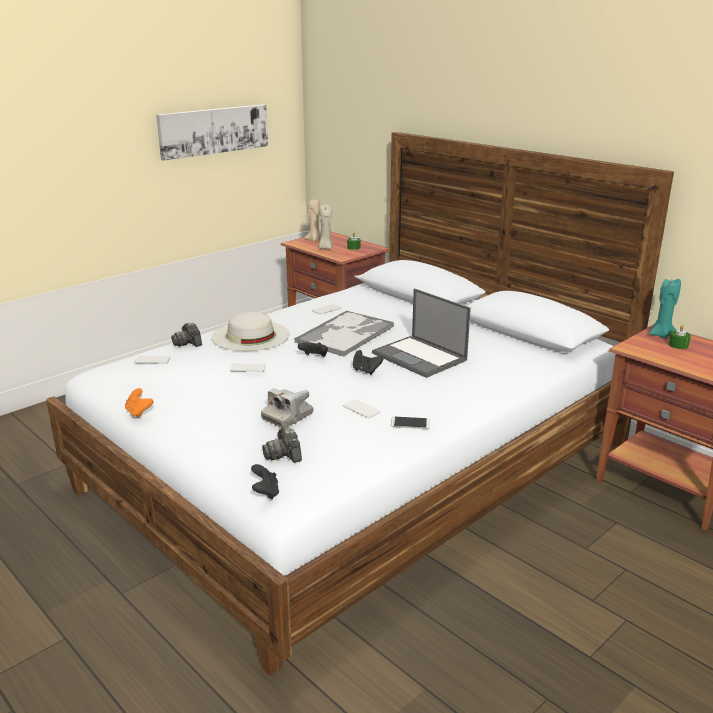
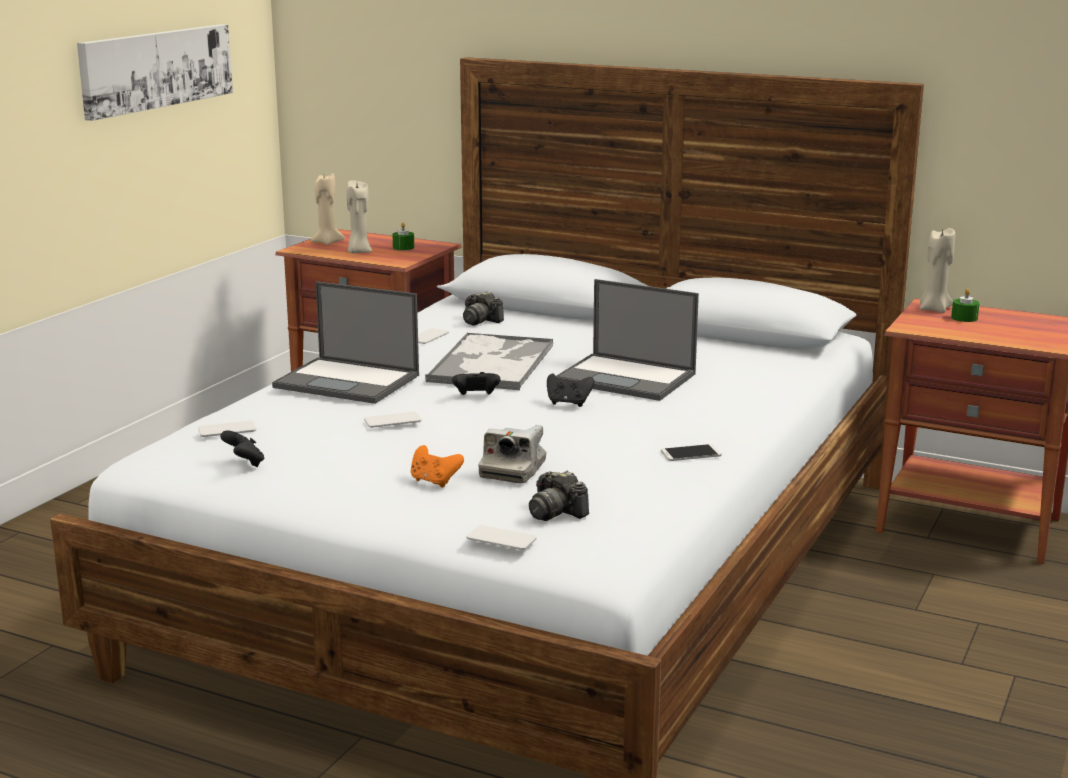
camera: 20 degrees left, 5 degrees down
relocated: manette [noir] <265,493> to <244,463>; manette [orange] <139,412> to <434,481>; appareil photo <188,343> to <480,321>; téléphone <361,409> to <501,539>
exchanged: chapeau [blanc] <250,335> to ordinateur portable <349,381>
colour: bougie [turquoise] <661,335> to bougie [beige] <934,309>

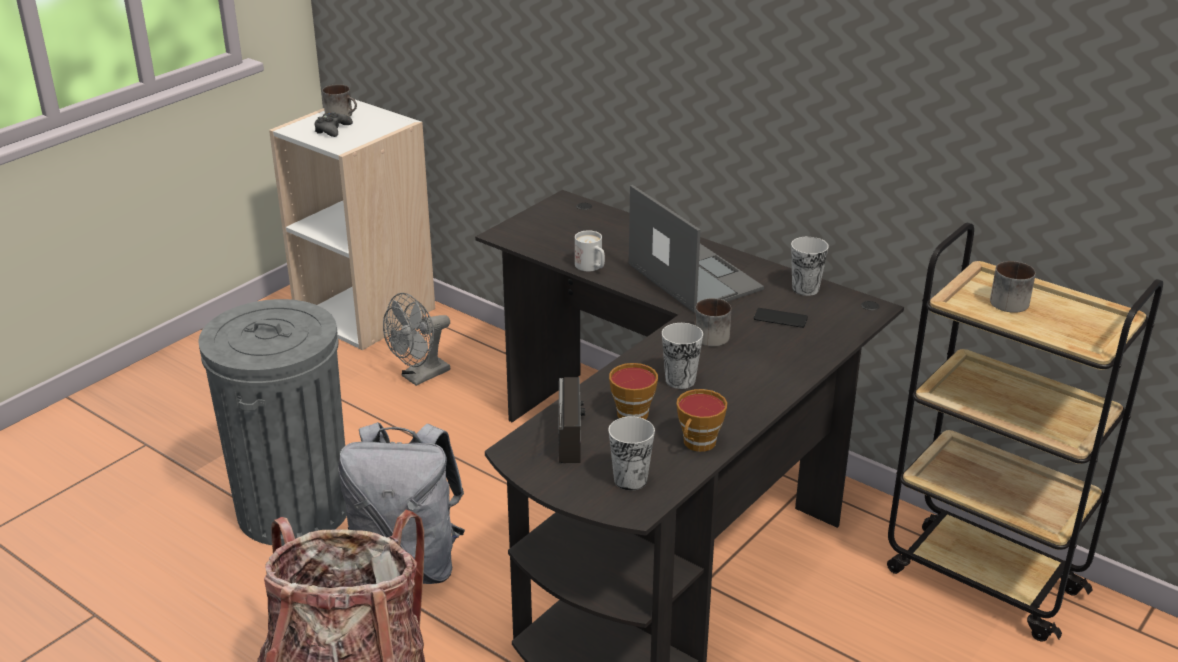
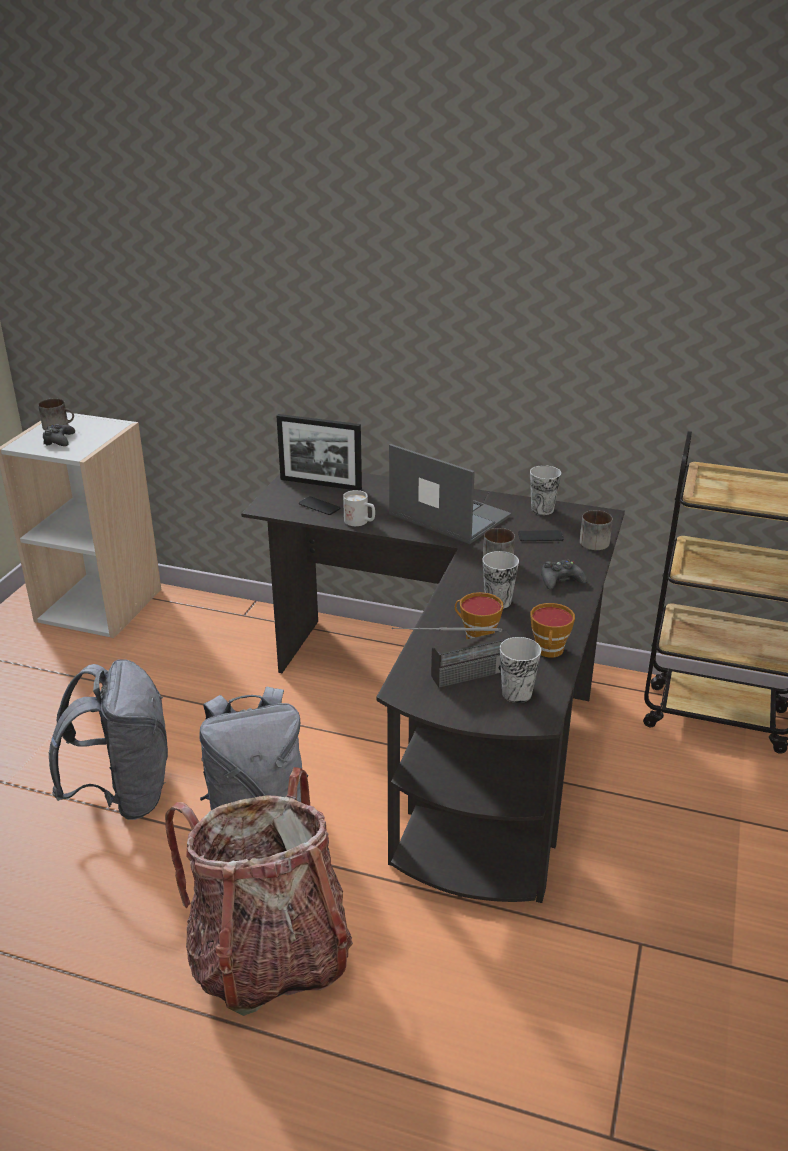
camera: 20 degrees left, 0 degrees up
missing: ventilateur [gris] <420,377>
appeared: cadre photo <320,484>; téléphone <319,506>; manette [noir] <560,580>
relocated: mug <1008,300> to <592,541>
exchanged: poubelle [gris] <293,509> to sac à dos [gris] <124,794>
spun: radio <572,451> = <452,680> 90 degrees clockwise

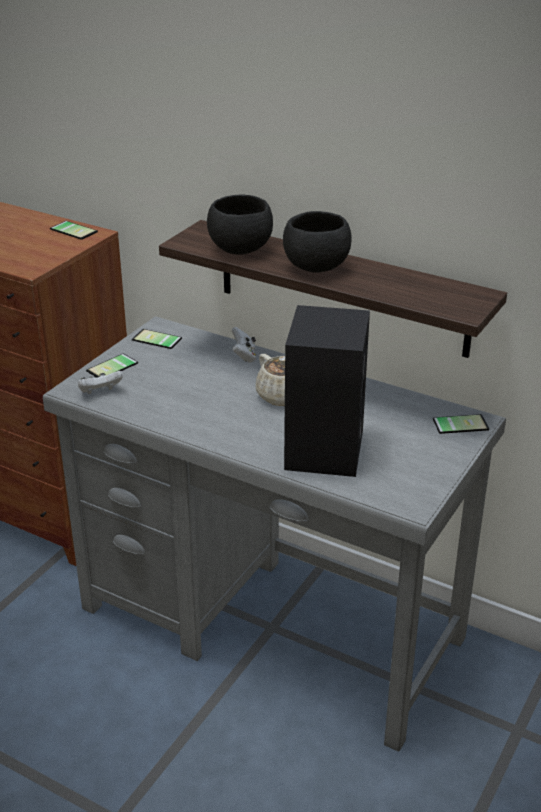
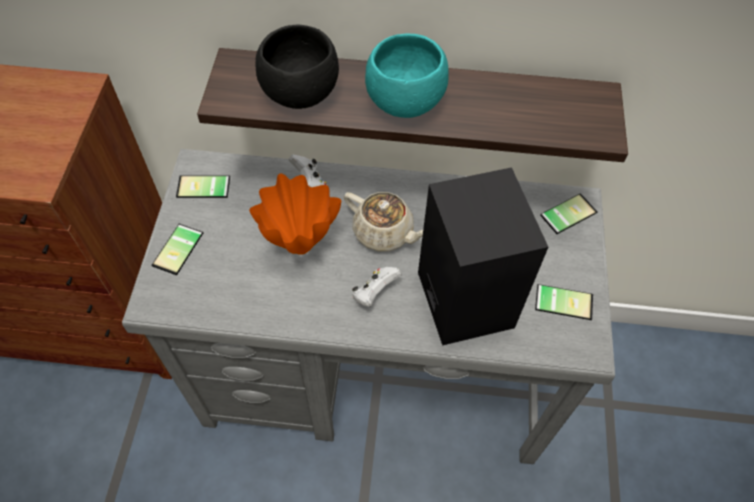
camera: 25 degrees left, 25 degrees up
appeared: vase [orange] <299,247>
relocated: manette [blanc] <100,392> to <374,293>; téléphone <75,229> to <564,299>
colour: bol [noir] <316,268> to bol [turquoise] <404,102>

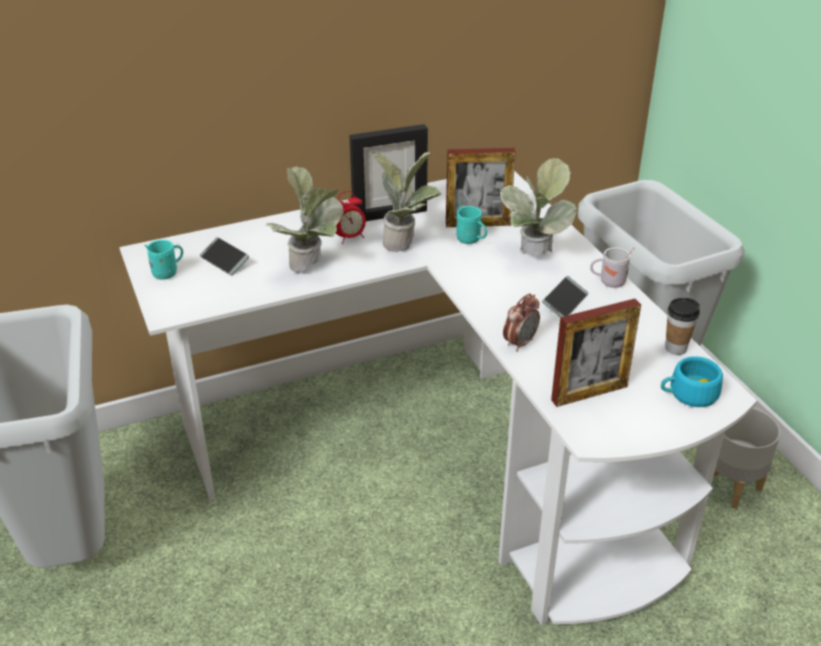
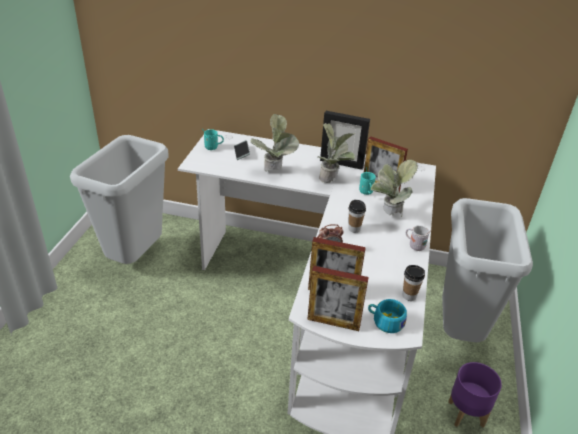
camera: 35 degrees right, 0 degrees up
missing: réveil <349,237>; téléphone <564,302>
appeared: cadre photo <333,322>; tasse <354,229>
colour: cache-pot [gris] <732,486> to cache-pot [violet] <466,413>

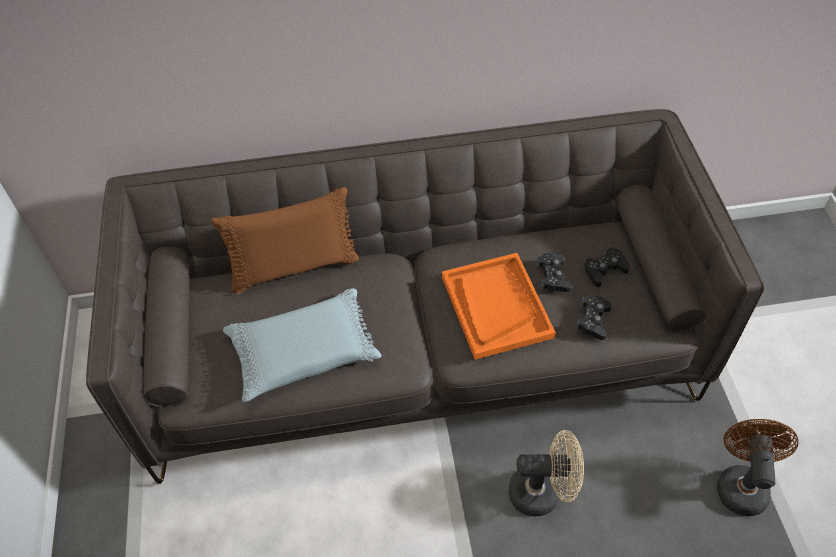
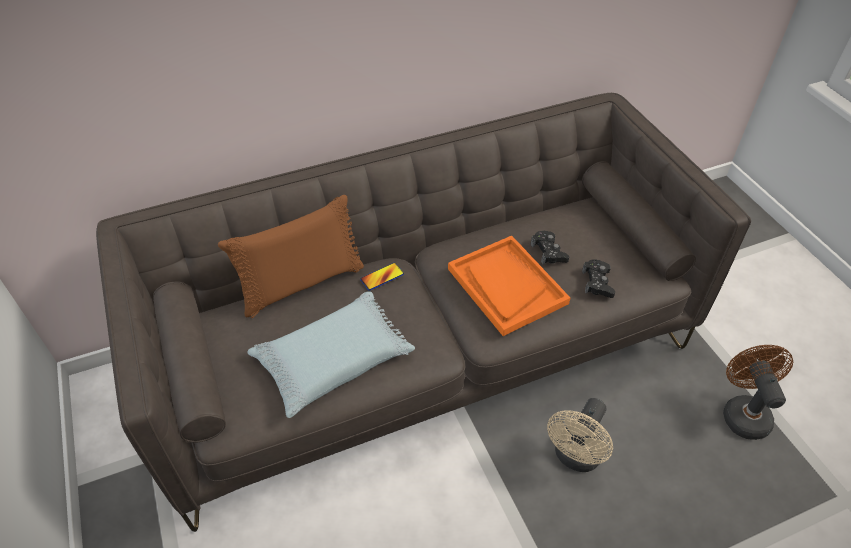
camera: 15 degrees left, 5 degrees down
missing: manette [noir] <604,270>
appeared: téléphone <382,277>
spun: ventilateur [beige] <542,492> = <575,457> 135 degrees clockwise

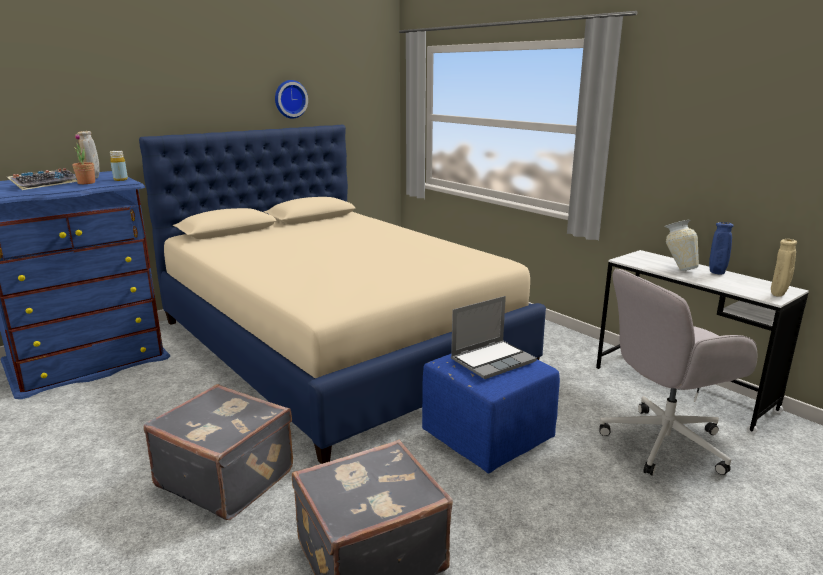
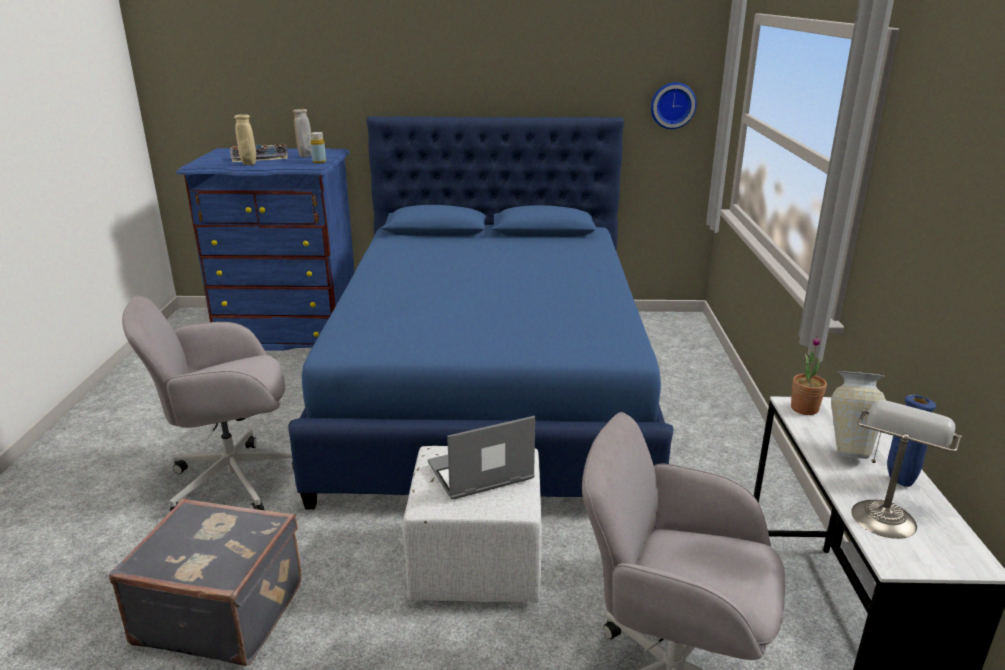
camera: 40 degrees right, 5 degrees up
appeared: lampe de table [blanc] <884,511>
relocated: vase [beige] <778,295> to <249,164>; horloge murale <290,99> to <672,105>; plante en pot <86,183> to <804,408>
exchanged: valise [gris] <227,477> to chaise de bureau [gris] <232,481>
colour: lit [beige] <336,344> to lit [bleu] <490,389>; pouf [bleu] <488,437> to pouf [blanc] <478,563>
spun: ordinateur portable <493,360> = <479,473> 150 degrees clockwise

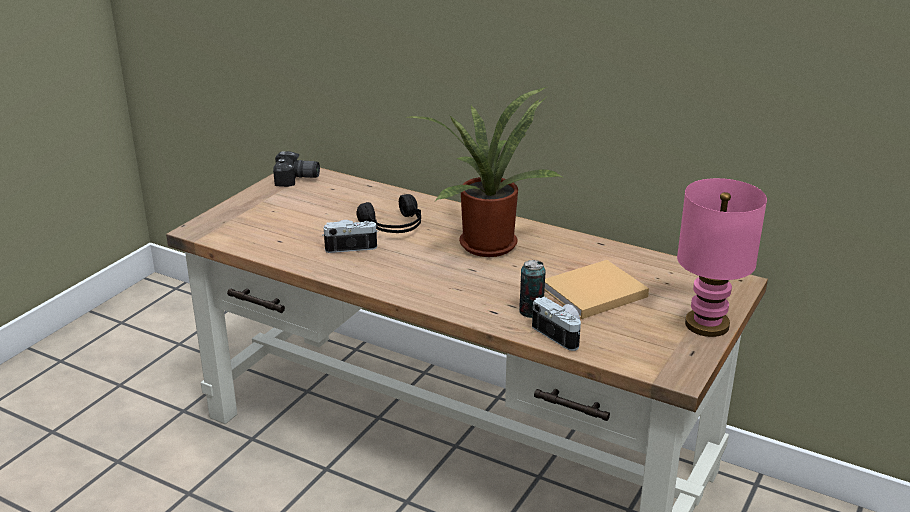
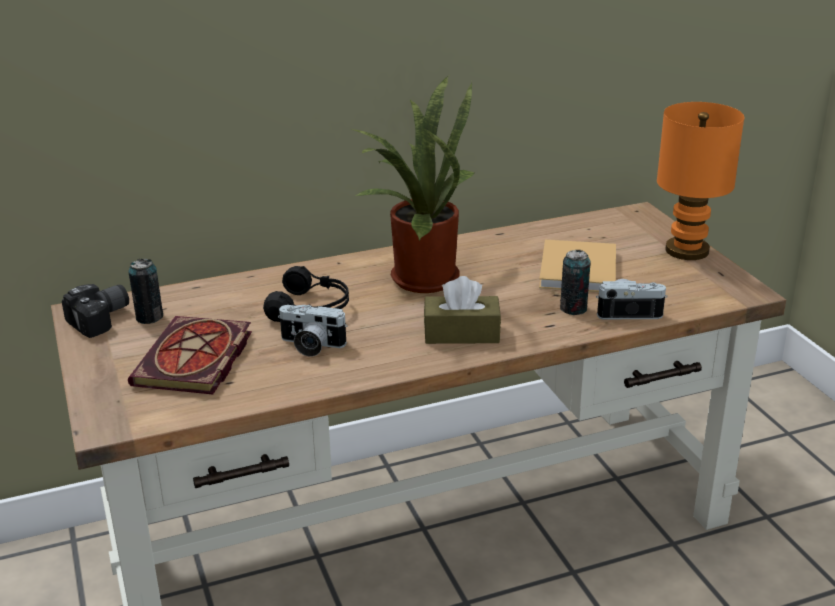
camera: 50 degrees left, 0 degrees up
appeared: boîte métallique <149,317>; livre <195,361>; boîte à mouchoirs [marron] <461,333>
colour: lampe de table [rose] <708,324> to lampe de table [orange] <687,250>
spun: appareil photo <350,245> = <310,346> 105 degrees counterclockwise

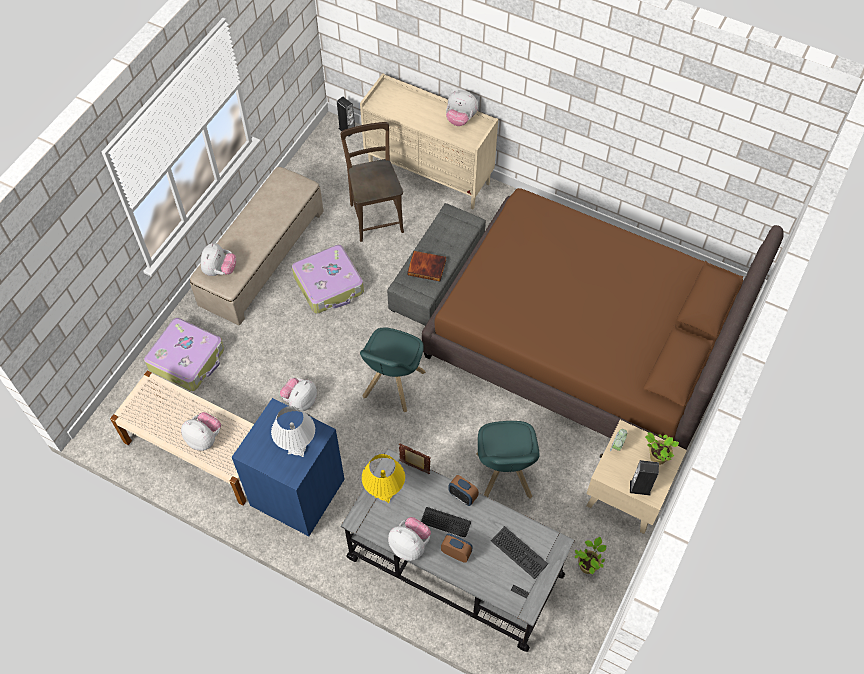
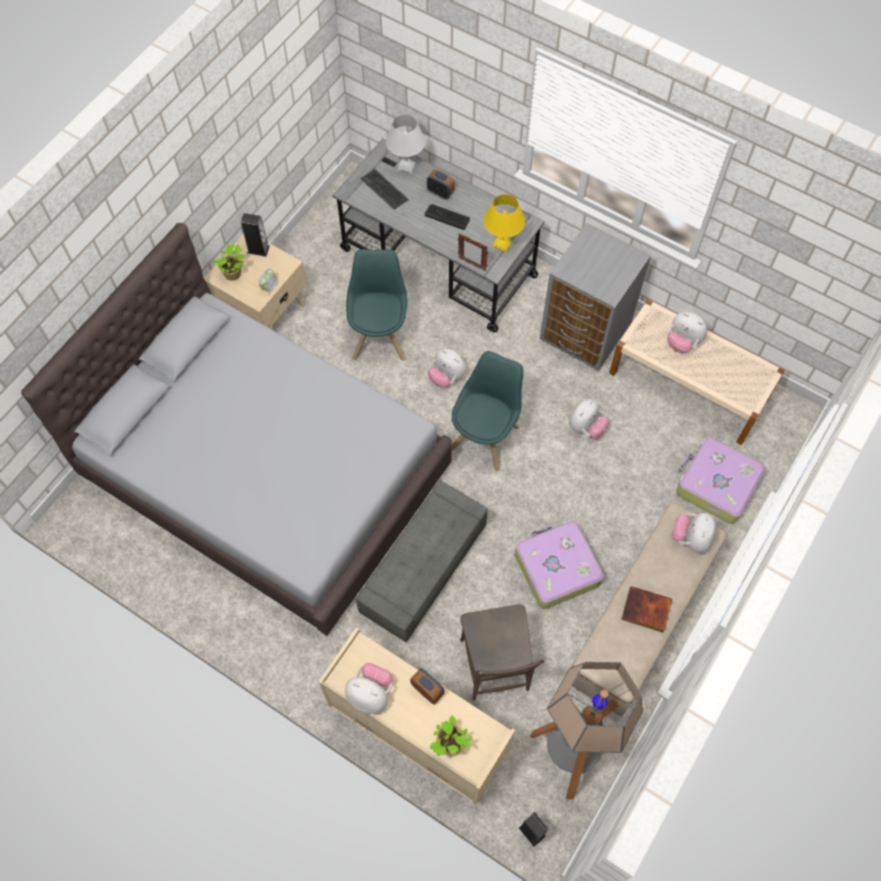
camera: 175 degrees left, 5 degrees up
appeared: lampadaire <568,755>
relocated: lampe de table [blanc] <297,448> to <406,166>; réveil <462,496> to <427,690>; peluche <410,545> to <446,377>; plante en pot <588,565> to <450,745>; livre <427,267> to <645,611>
colour: lit [marron] <583,341> to lit [gris] <265,470>; commode [bleu] <298,494> to commode [gris] <584,335>

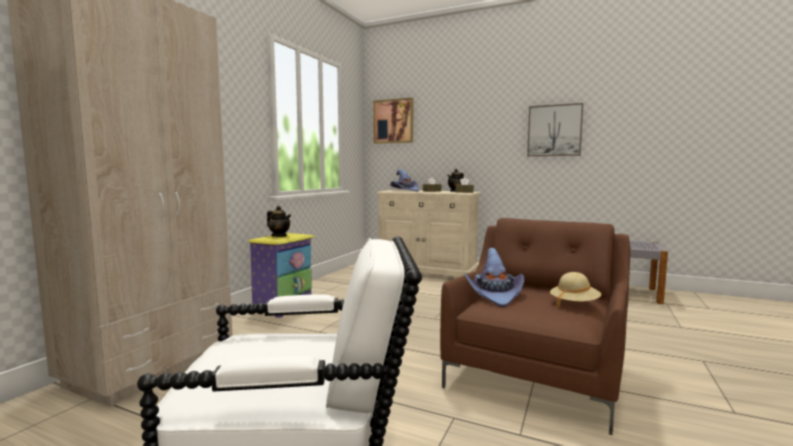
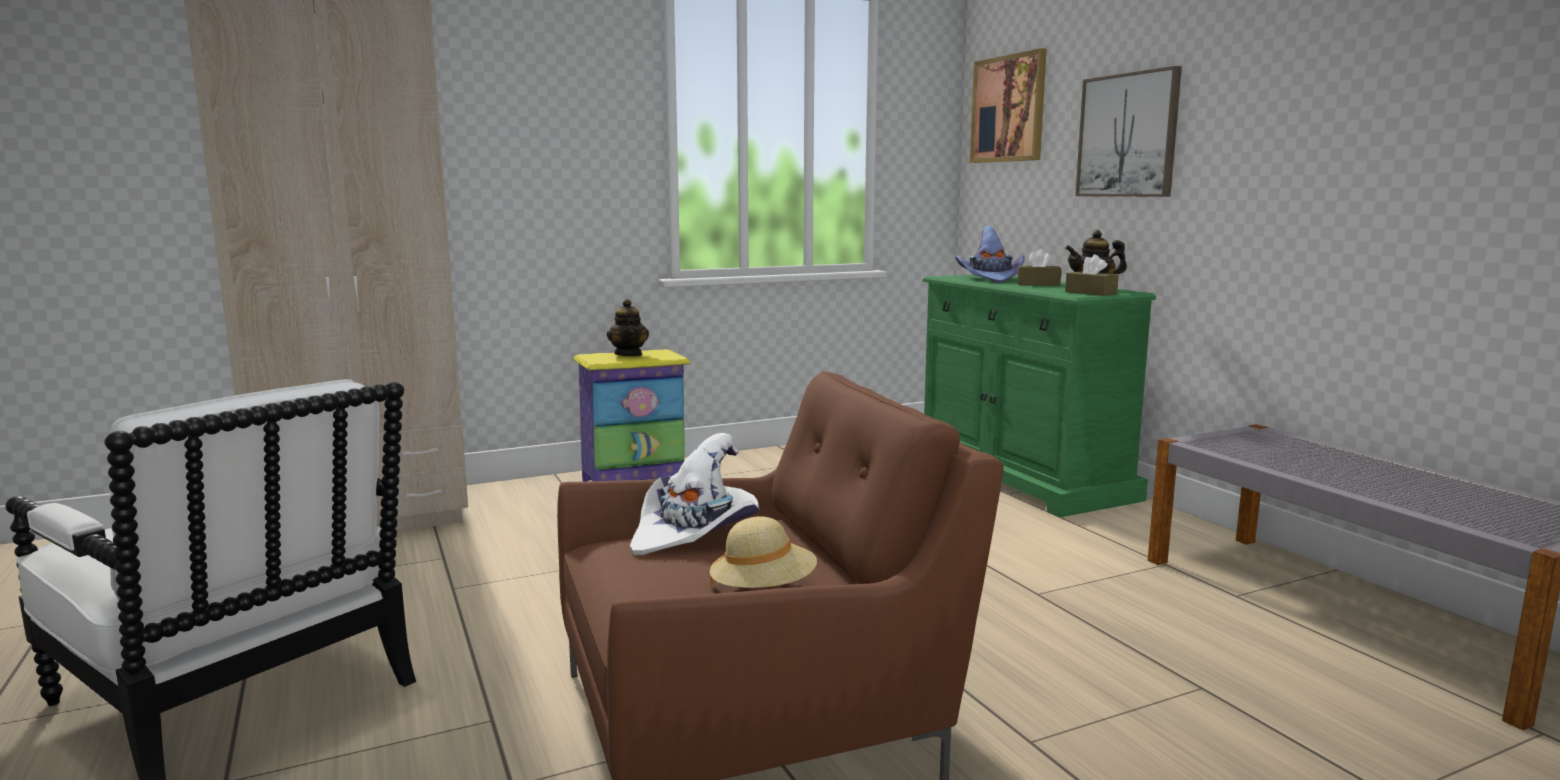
camera: 40 degrees right, 5 degrees up
relocated: tableau <554,130> to <1128,135>
colour: chapeau [violet] <494,295> to chapeau [blanc] <695,532>; commode [beige] <428,271> to commode [vert] <1021,474>

